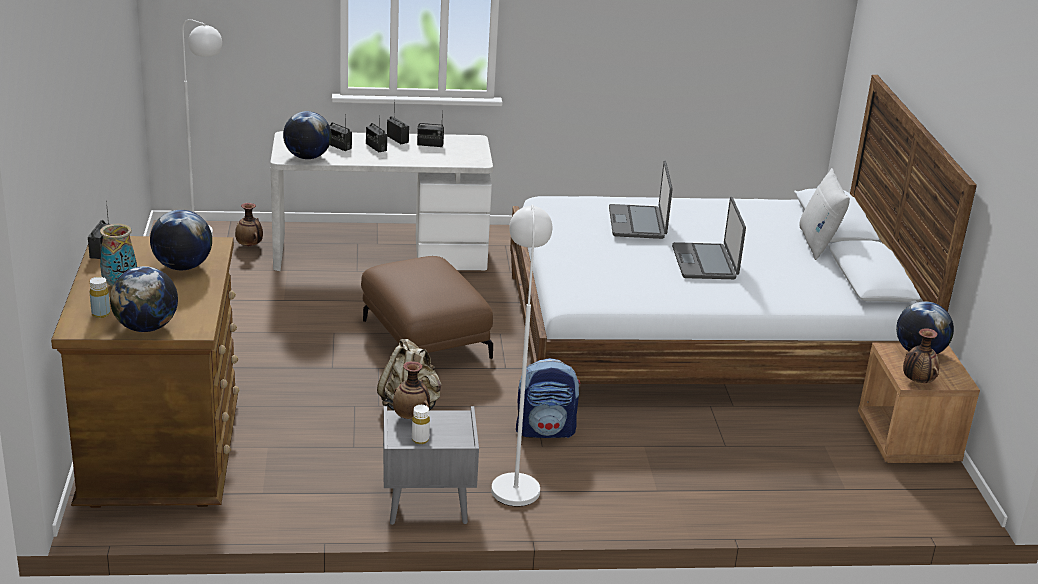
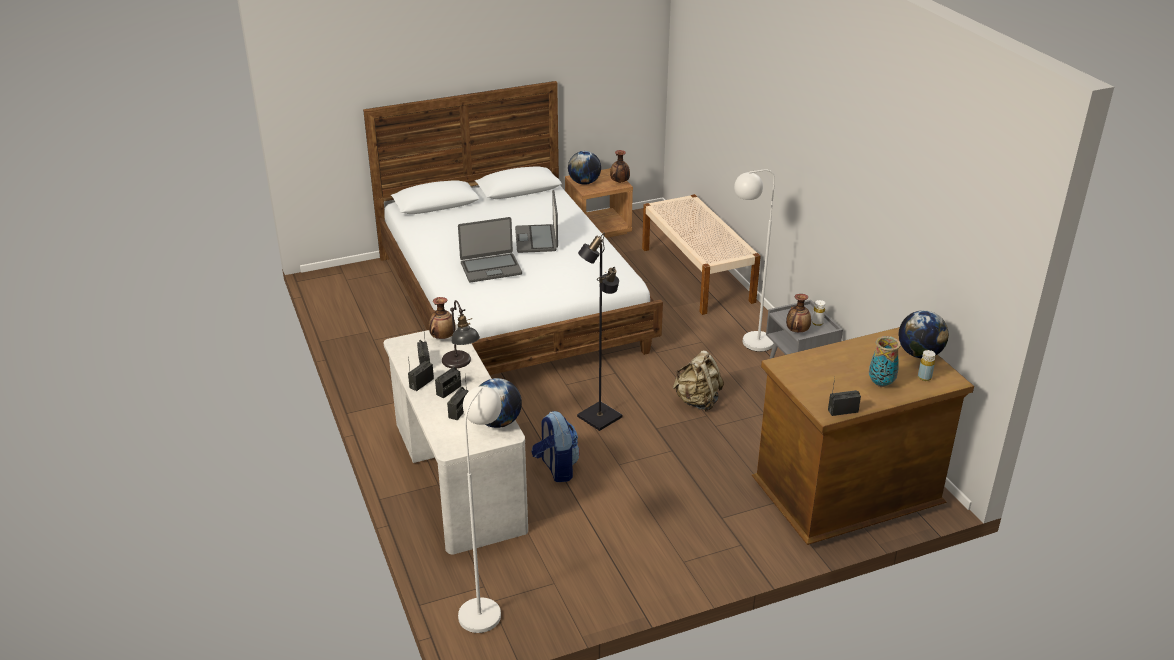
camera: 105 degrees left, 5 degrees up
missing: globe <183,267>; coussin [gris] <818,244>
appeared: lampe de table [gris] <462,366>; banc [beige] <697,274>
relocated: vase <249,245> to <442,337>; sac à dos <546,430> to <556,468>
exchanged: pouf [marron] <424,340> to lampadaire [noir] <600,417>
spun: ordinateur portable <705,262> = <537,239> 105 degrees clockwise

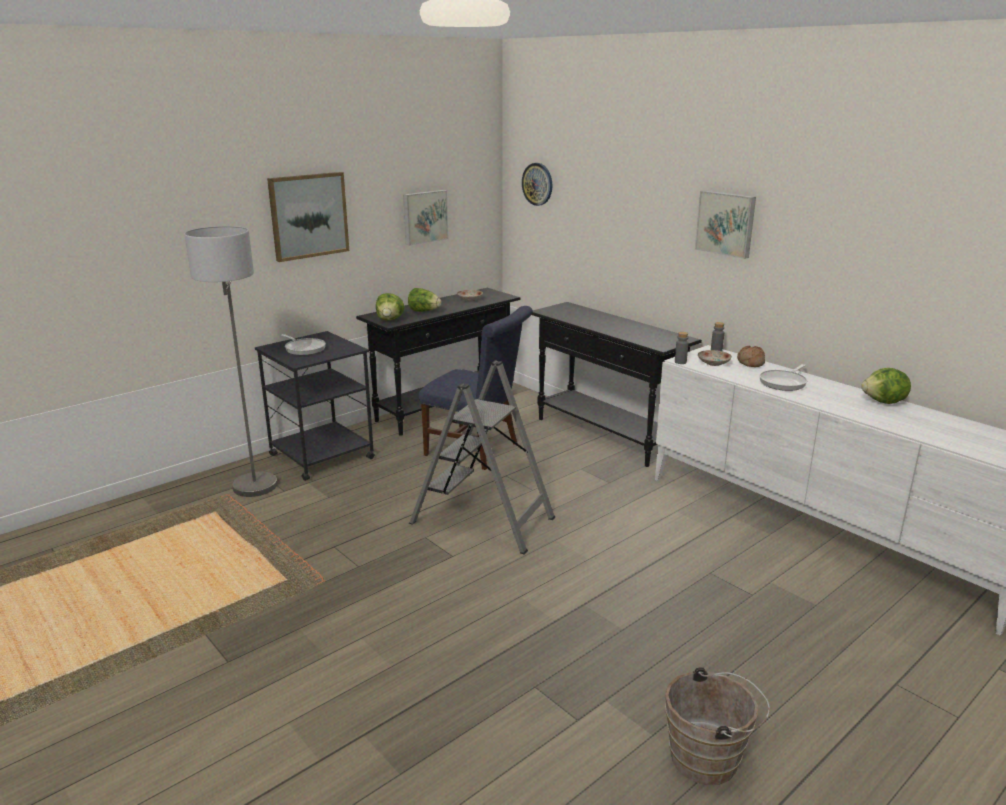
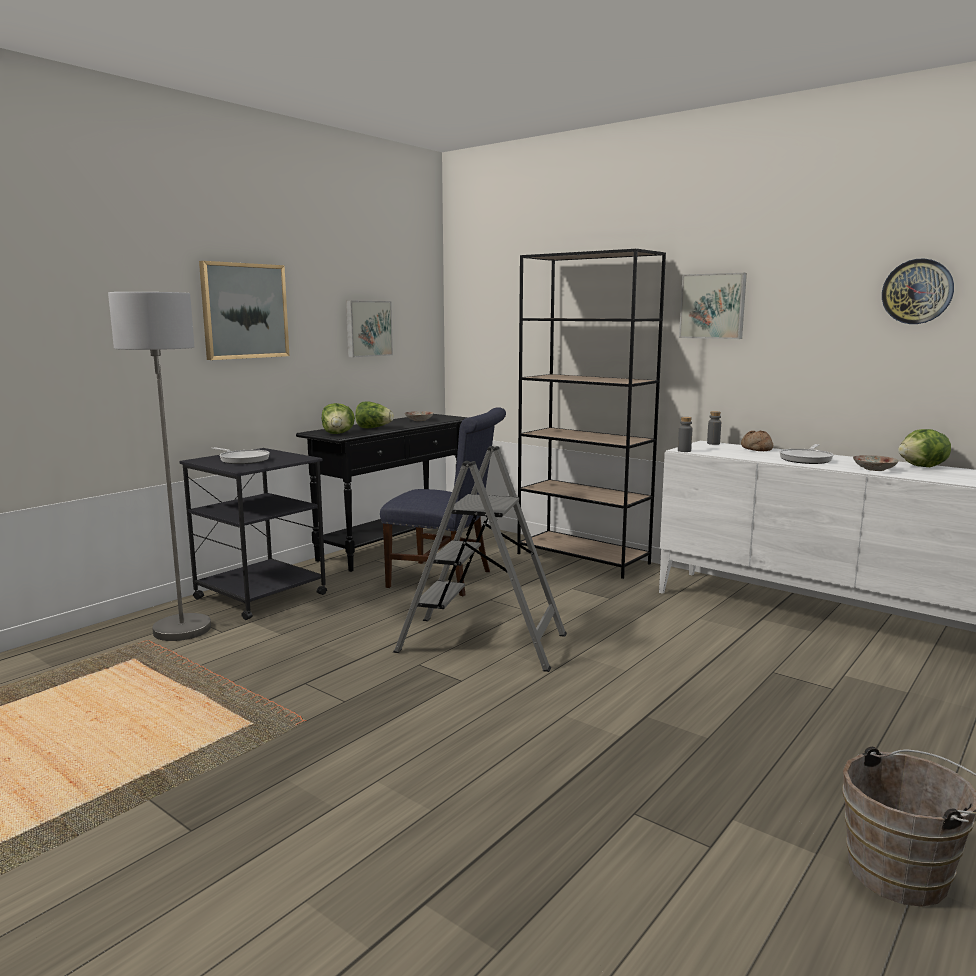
camera: 10 degrees left, 10 degrees down
relocated: assiette <713,363> to <874,469>; horloge murale <537,184> to <917,291>
exchanged: table console [noir] <605,435> to bibliothèque [beige] <583,558>

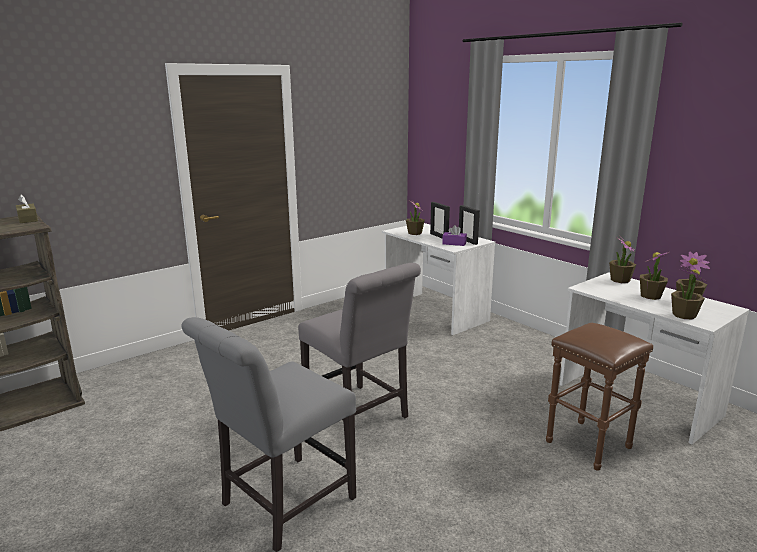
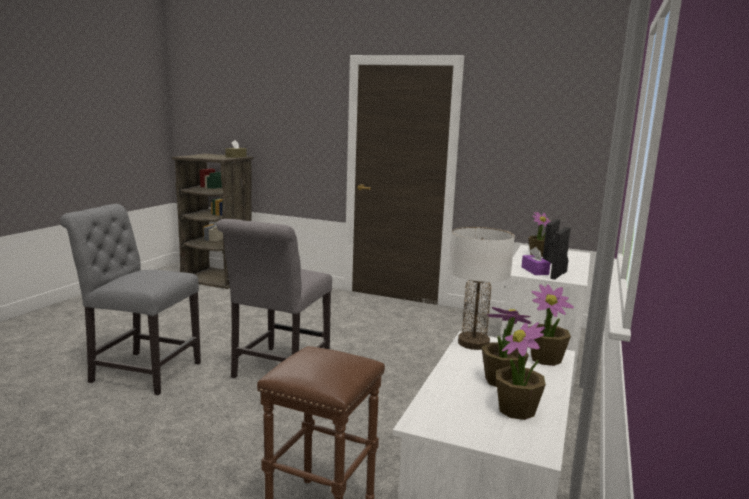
camera: 60 degrees right, 5 degrees down
missing: plante en pot <684,315>
appeared: lampe de table <473,343>

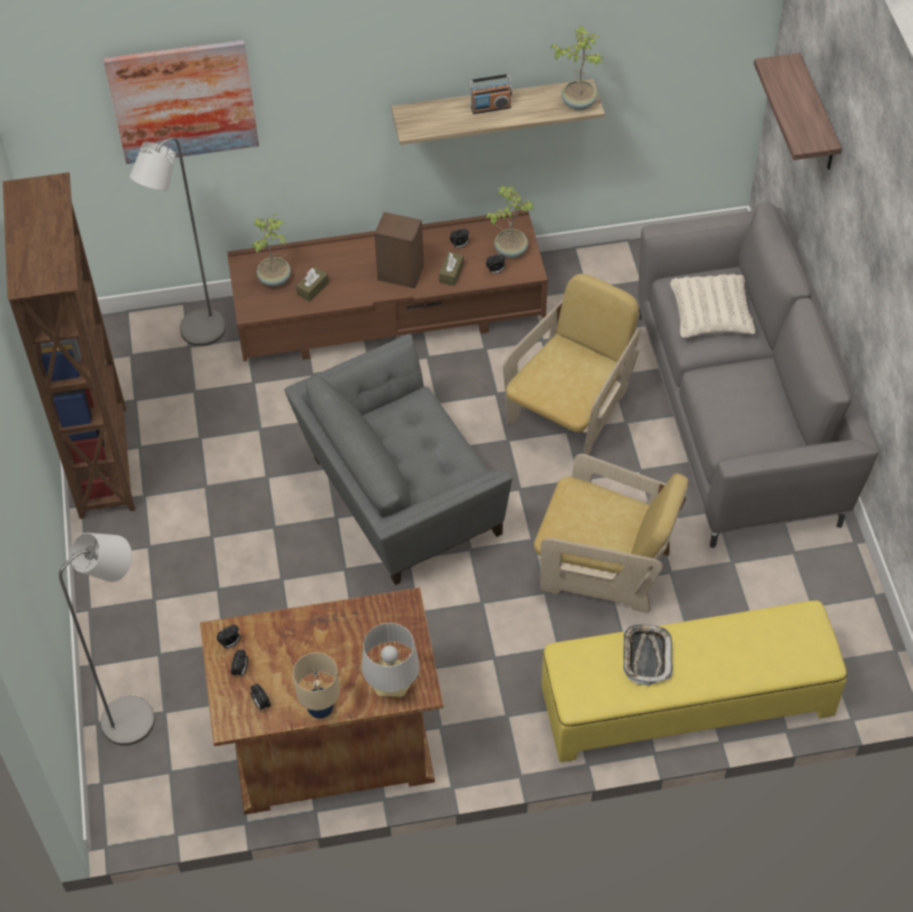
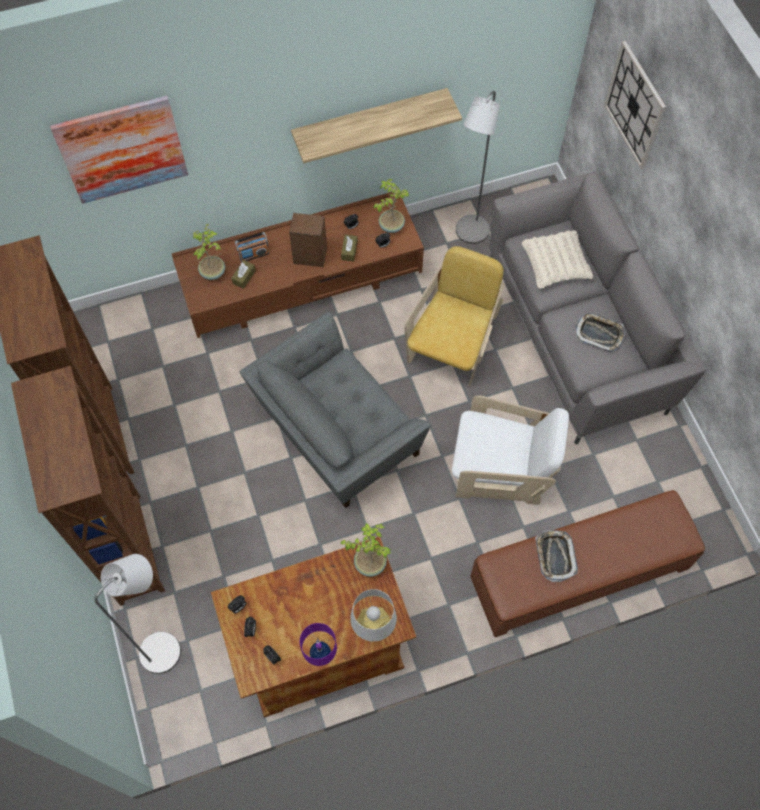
camera: 10 degrees left, 10 degrees up
appeared: bibliothèque [marron] <131,547>; plateau <599,334>
relocated: radio <490,107> to <254,255>; plante en pot <578,102> to <370,562>; lampadaire [gris] <197,334> to <469,235>
exchanged: étagère <817,116> to horloge murale <635,105>
colour: lampe de table [beige] <321,710> to lampe de table [violet] <321,655>; fauteuil [jaune] <604,568> to fauteuil [blanc] <500,472>; banc [jaune] <686,701> to banc [marron] <579,573>

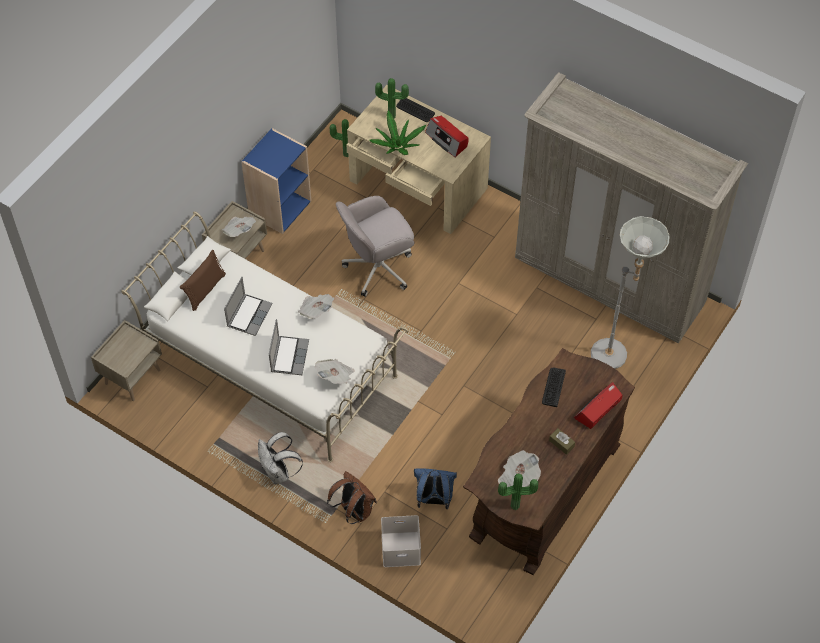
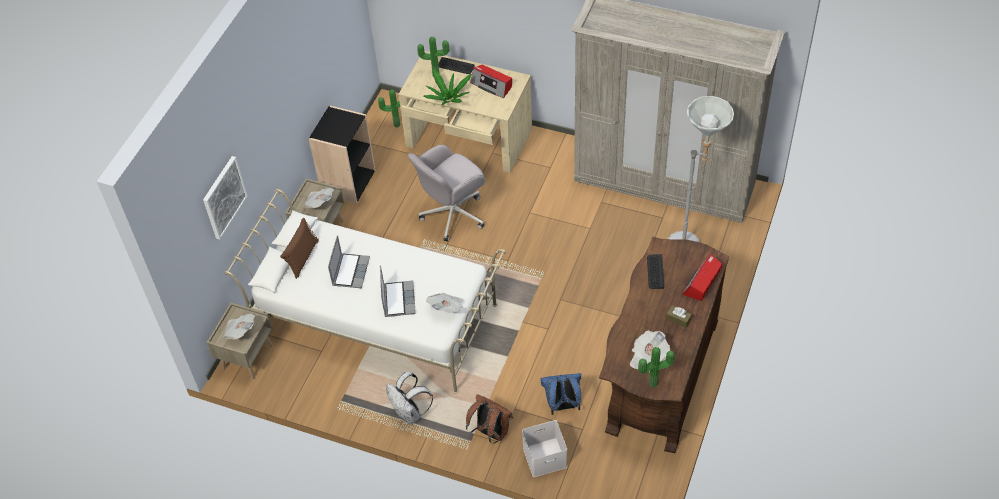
camera: 10 degrees left, 5 degrees down
appeared: tableau <224,197>
relocated: journal <316,310> to <240,331>
colour: bibliothèque [bleu] <280,207> to bibliothèque [noir] <348,181>

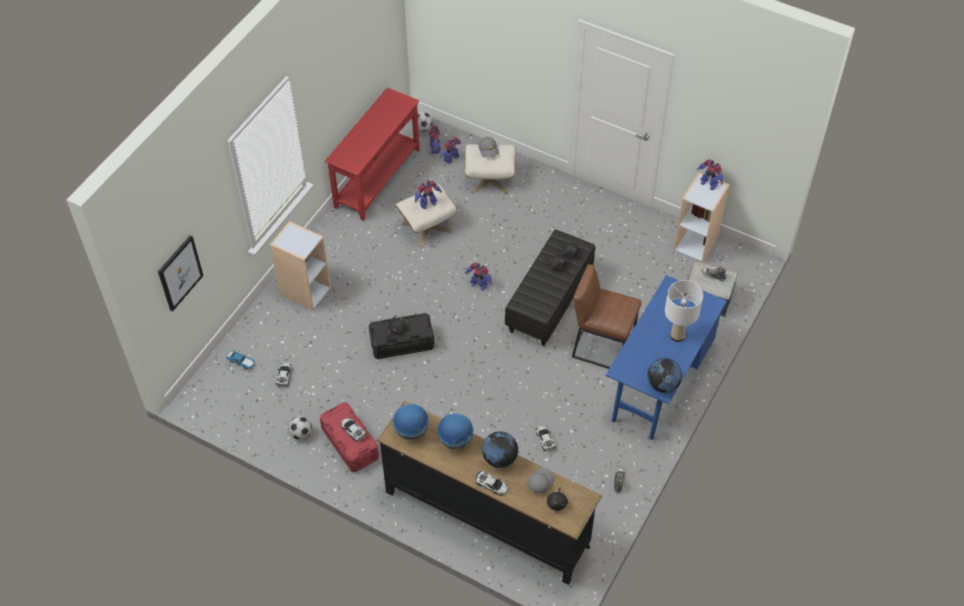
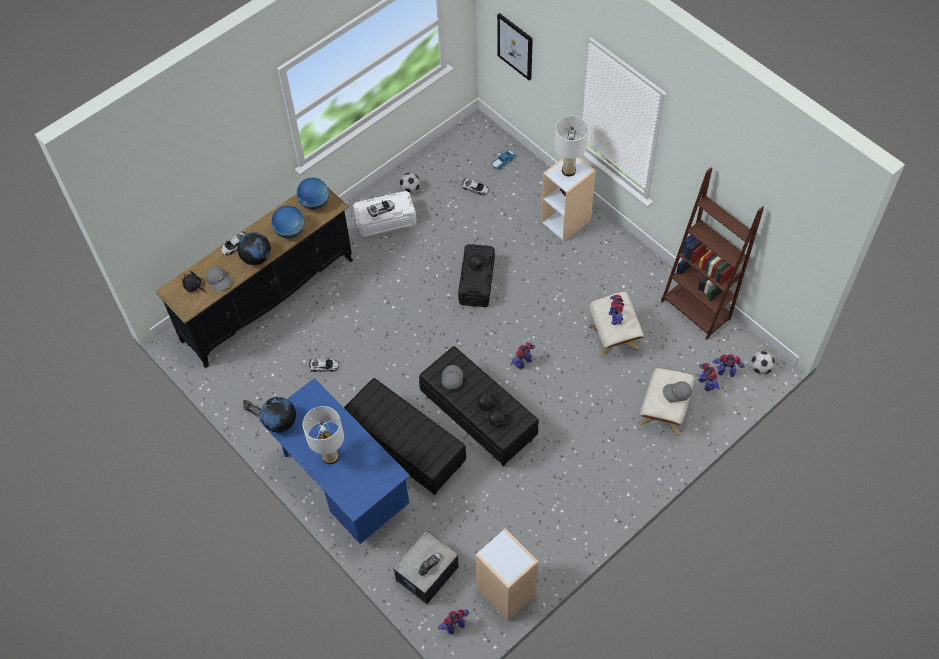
camera: 110 degrees right, 5 degrees up
appeared: casquette [gris] <451,379>; lampe de table [blanc] <569,170>
relocated: robot jouet <709,183> to <455,626>
exchanged: chaise [marron] <602,346> to pouf [noir] <406,448>; table console [rouge] <377,178> to bibliothèque [marron] <696,309>
colour: boîte de rangement [rouge] <350,444> to boîte de rangement [blanc] <385,221>

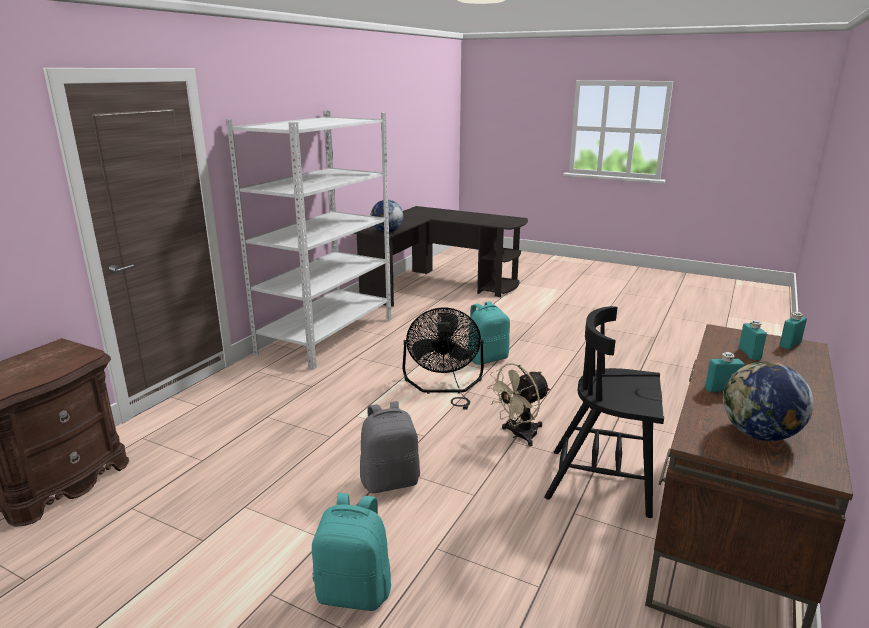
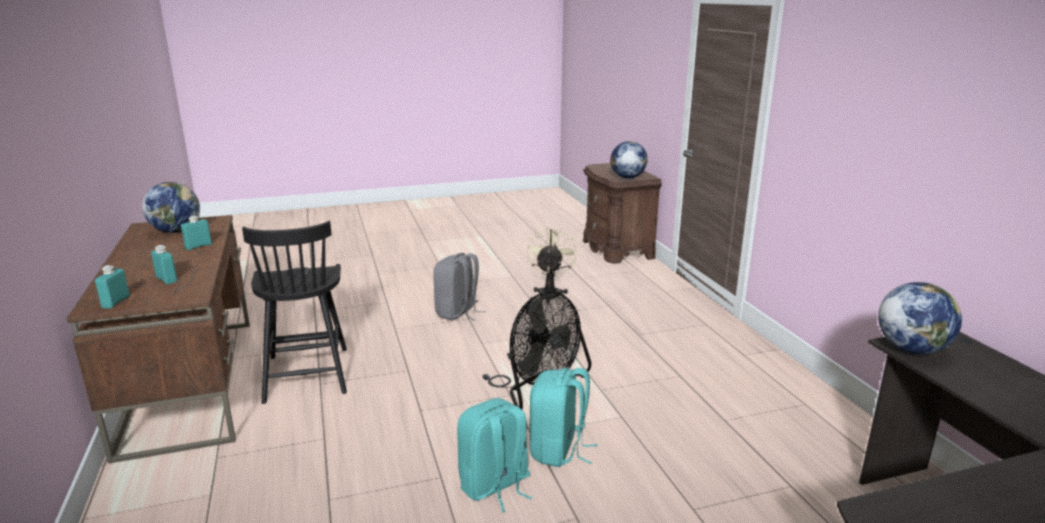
camera: 135 degrees right, 0 degrees up
missing: bibliothèque [blanc] <327,335>
appeared: globe <627,177>
relocated: sac à dos [turquoise] <355,592> to <495,486>; ventilateur [beige] <519,435> to <550,293>
spun: chaise [noir] <602,482> = <307,372> 105 degrees clockwise

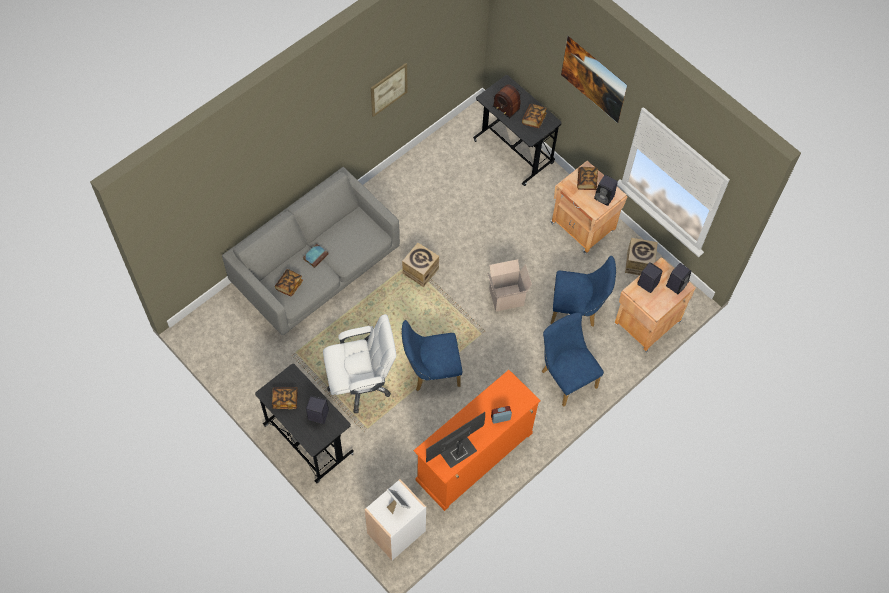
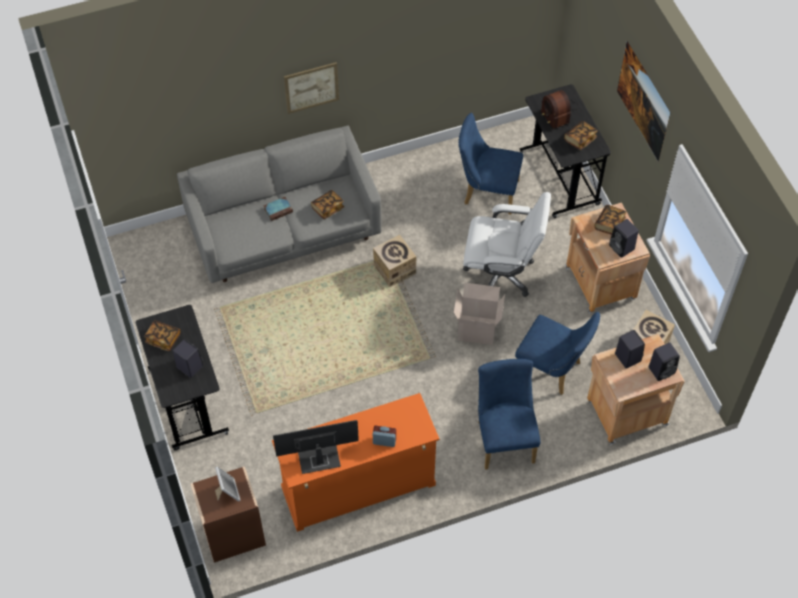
camera: 25 degrees right, 5 degrees down
relocated: tableau <388,89> to <311,87>; livre <289,285> to <327,208>; chaise [bleu] <430,371> to <486,192>; chaise de bureau [blanc] <361,383> to <501,274>
colour: bibliothèque [blanc] <396,533> to bibliothèque [marron] <233,535>

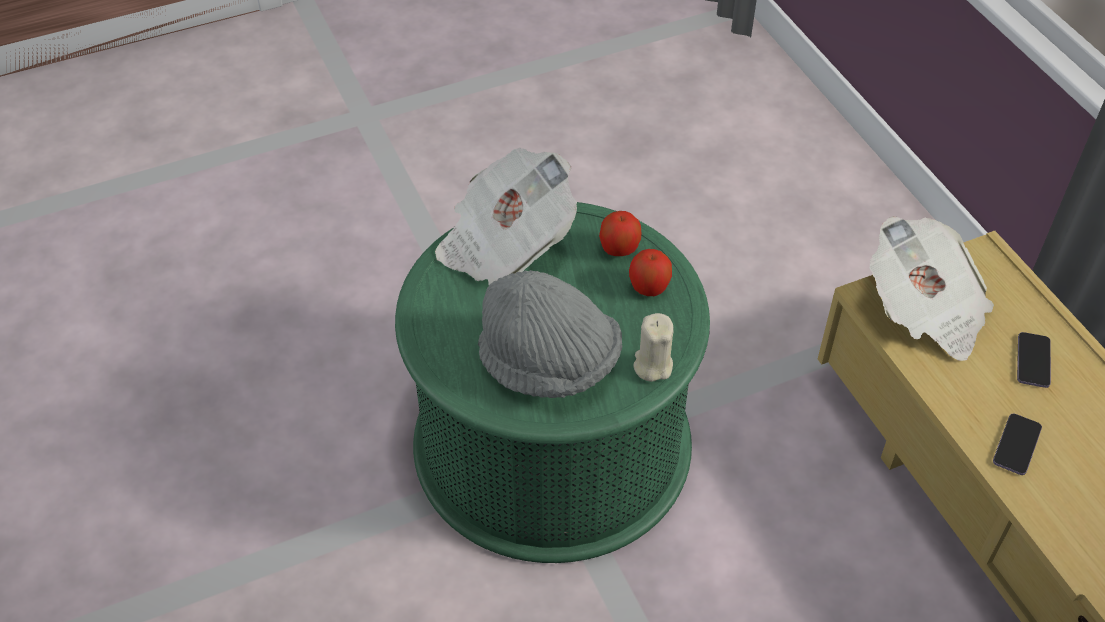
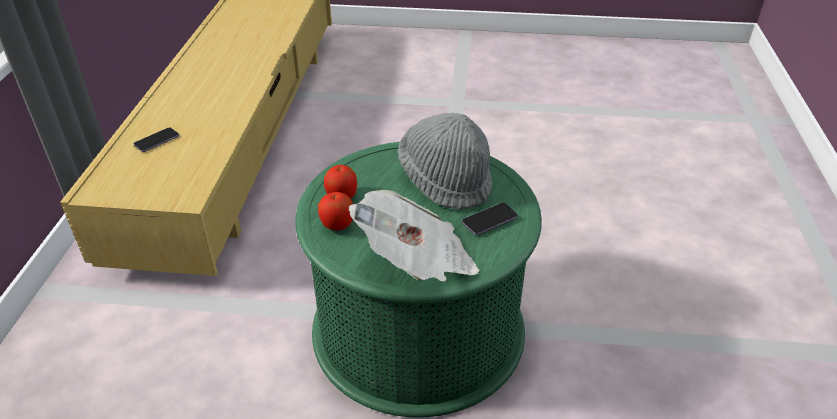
camera: 150 degrees left, 10 degrees down
missing: bougie [beige] <652,365>; journal <925,311>
relocated: téléphone <1016,445> to <489,220>

